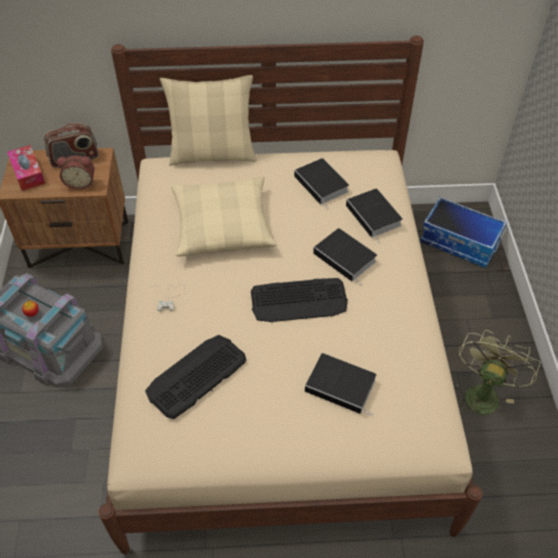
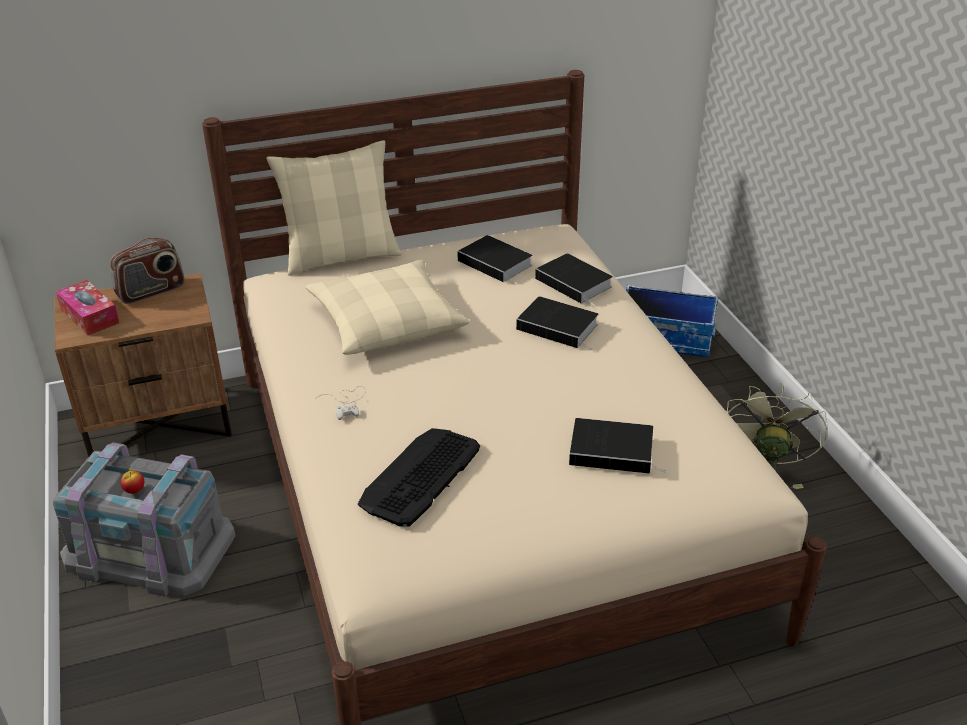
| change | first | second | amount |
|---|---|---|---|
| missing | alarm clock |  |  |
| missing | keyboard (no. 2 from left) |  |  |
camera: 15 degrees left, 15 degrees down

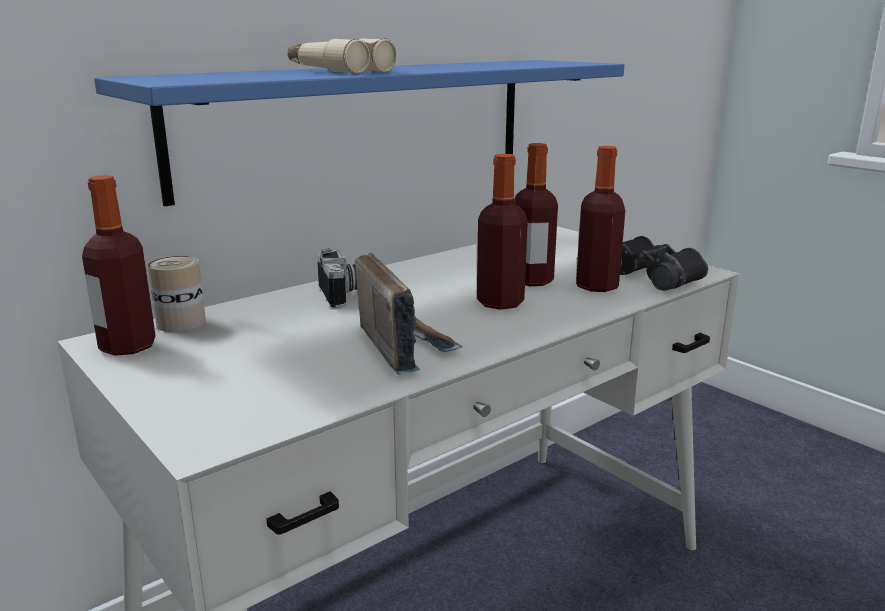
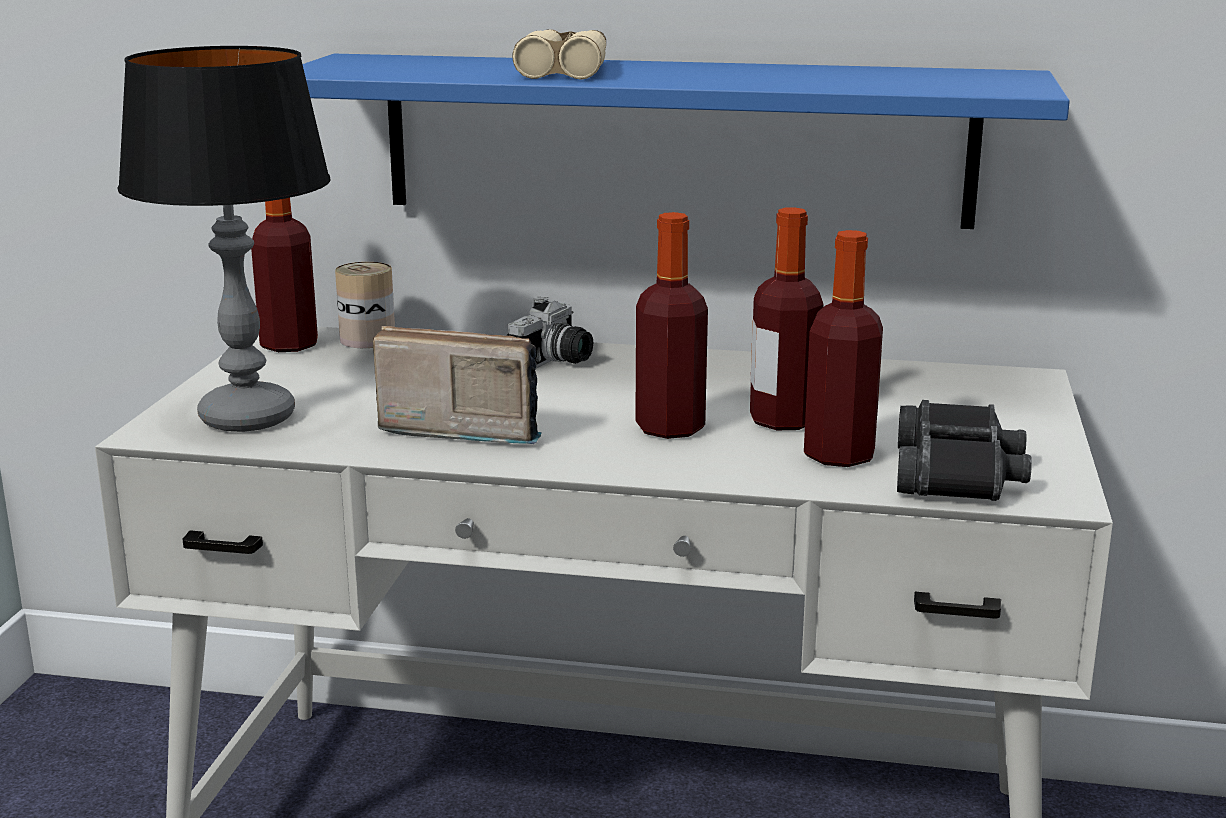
| change | first | second | amount |
|---|---|---|---|
| appeared |  | lamp for a table |  |
| spun | radio |  | 105 degrees counterclockwise |
camera: 50 degrees right, 0 degrees up

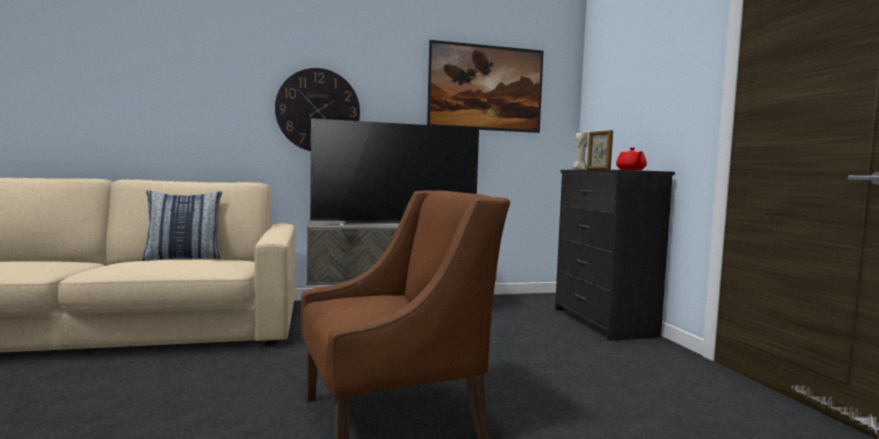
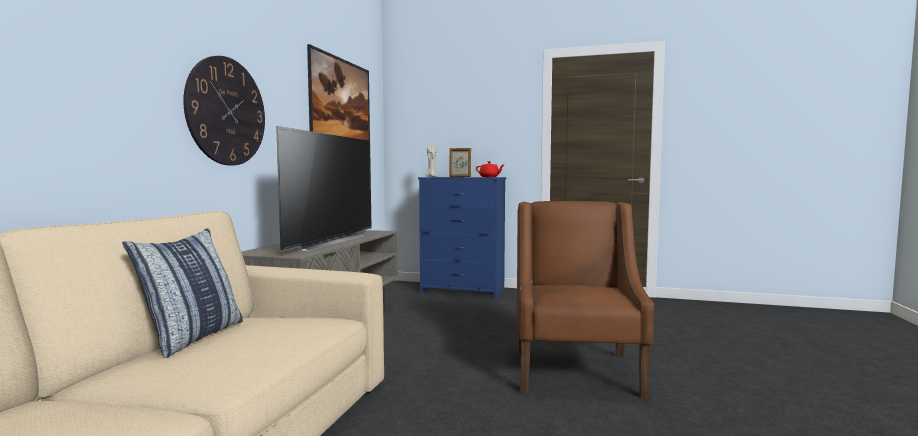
| change | first | second | amount |
|---|---|---|---|
| colour | dresser/blackish | dresser/blue |  |
camera: 60 degrees left, 0 degrees up

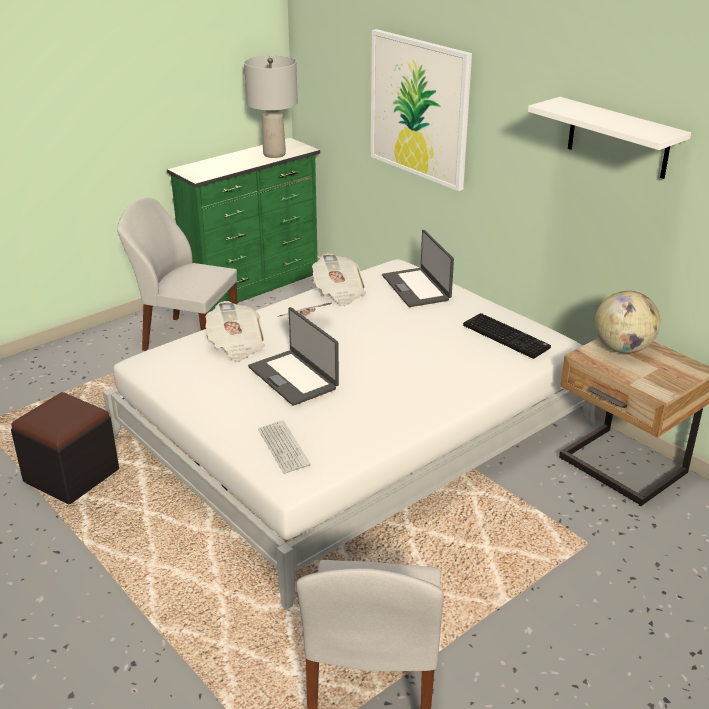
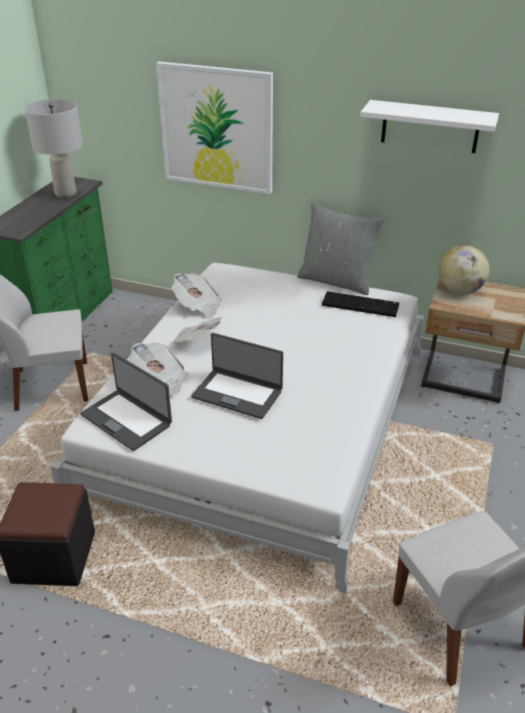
| change | first | second | amount |
|---|---|---|---|
| missing | keyboard (no. 1 from left) |  |  |
| appeared |  | pillow/gray |  |
| relocated | laptop (no. 2 from left in the first image) | laptop (no. 1 from left) |  |
camera: 30 degrees left, 5 degrees up

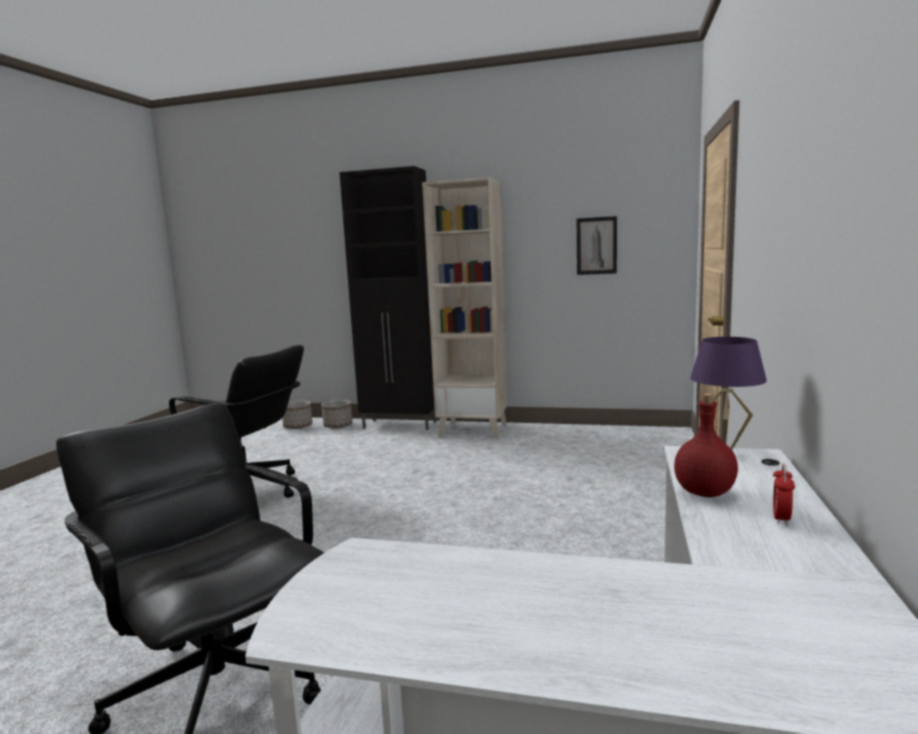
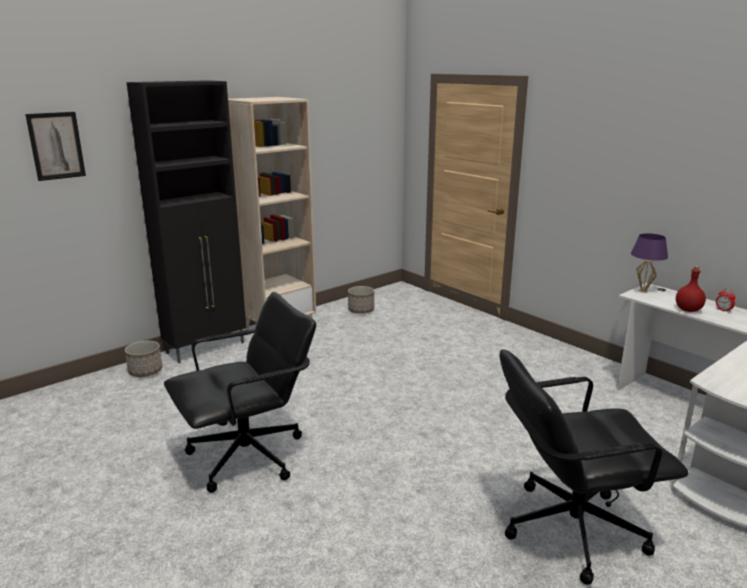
| change | first | second | amount |
|---|---|---|---|
| relocated | flower pot (no. 1 from left in the first image) | flower pot (no. 2 from left) |  |
| relocated | picture |  |  |
camera: 55 degrees left, 10 degrees up

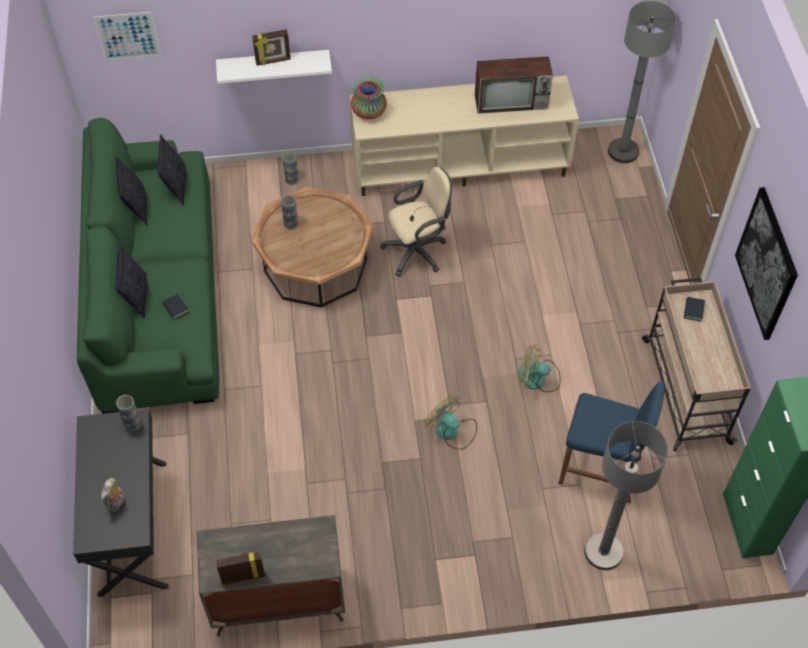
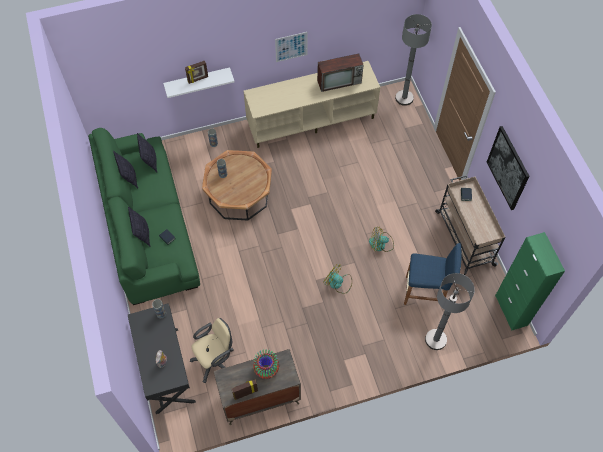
| change | first | second | amount |
|---|---|---|---|
| relocated | picture (no. 1 from left) |  |  |
| relocated | decorative vase (no. 4 from left) |  |  |
| relocated | office chair/sand-coloured |  |  |
camera: 10 degrees left, 5 degrees up

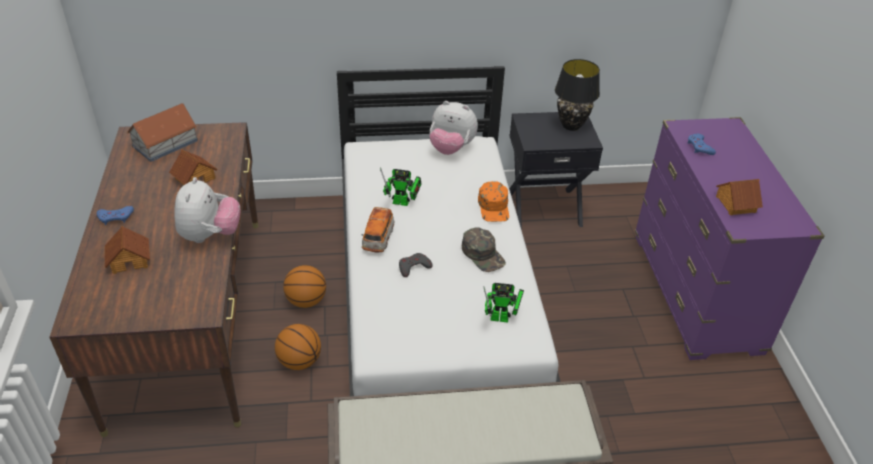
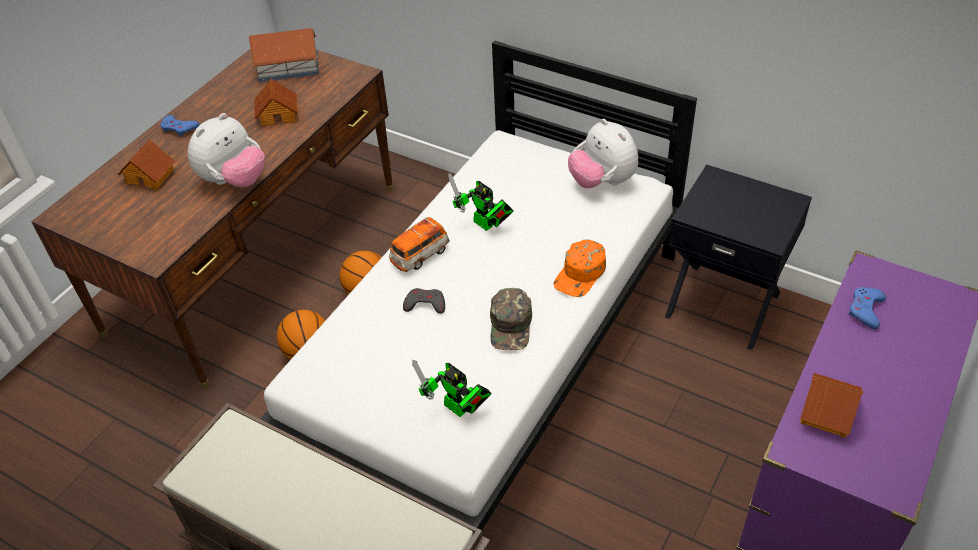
| change | first | second | amount |
|---|---|---|---|
| missing | lamp for a table/blackish |  |  |
camera: 40 degrees right, 5 degrees up

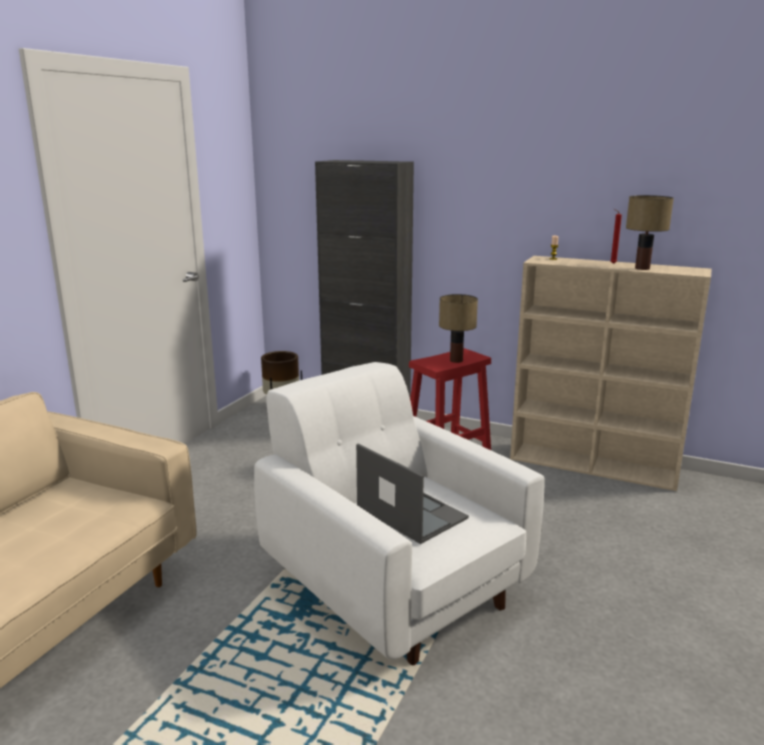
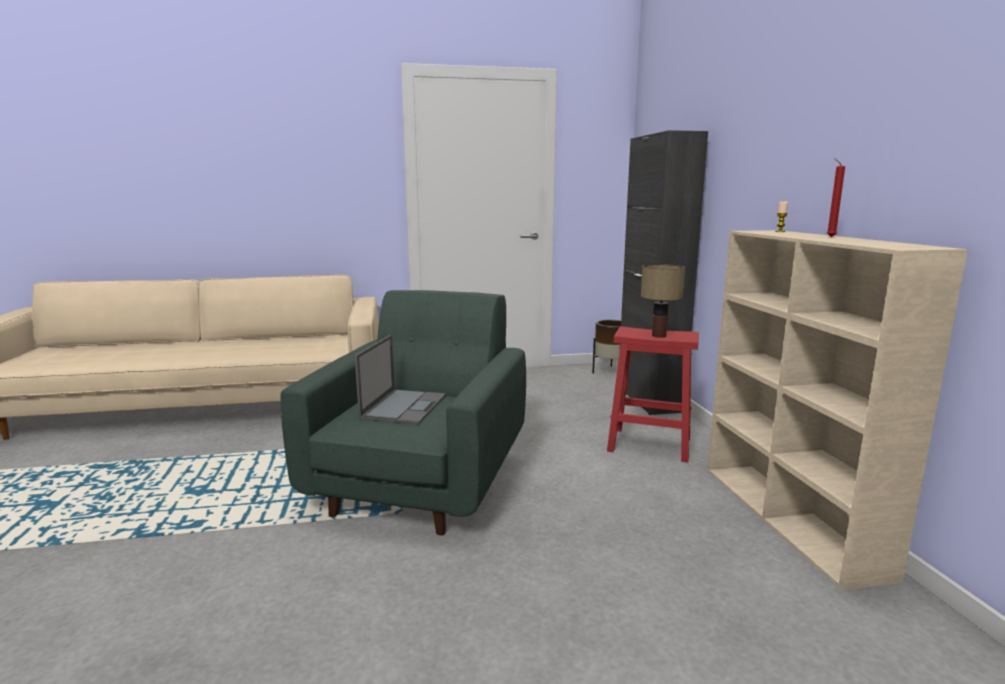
| change | first | second | amount |
|---|---|---|---|
| missing | lamp for a table (no. 2 from left) |  |  |
| colour | easy chair/white | easy chair/green |  |
camera: 55 degrees right, 5 degrees down

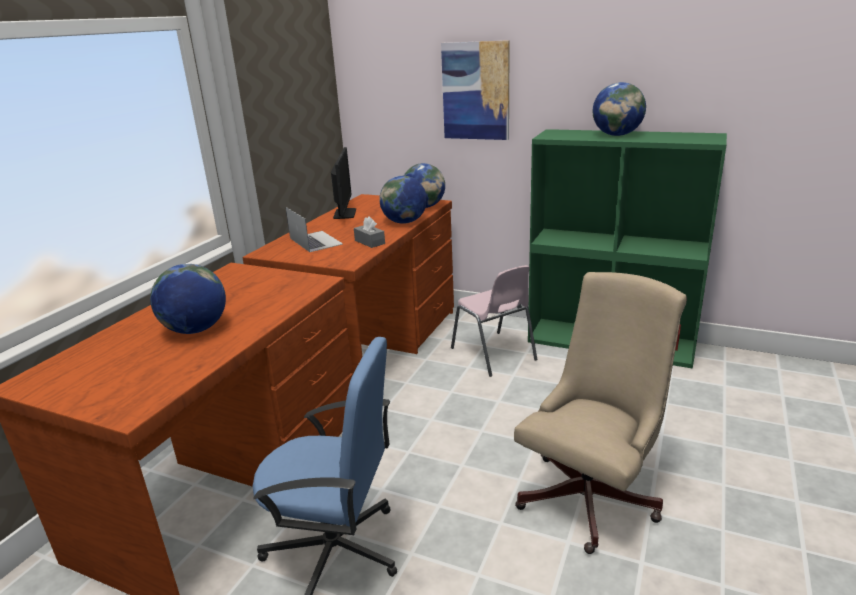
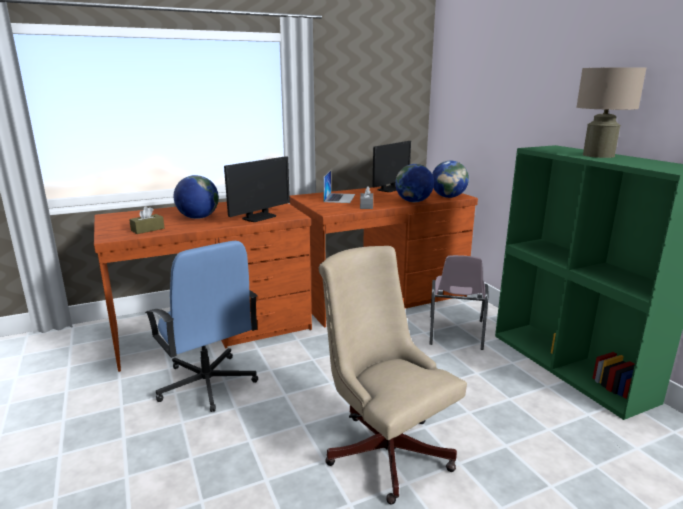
| change | first | second | amount |
|---|---|---|---|
| missing | picture |  |  |
| appeared |  | tissue box/brown |  |
| appeared |  | computer display (no. 1 from left) |  |
| exchanged | globe (no. 4 from left) | lamp for a table/sand-coloured |  |
| spun | office chair/sand-coloured |  | 120 degrees counterclockwise |
camera: 40 degrees right, 5 degrees down

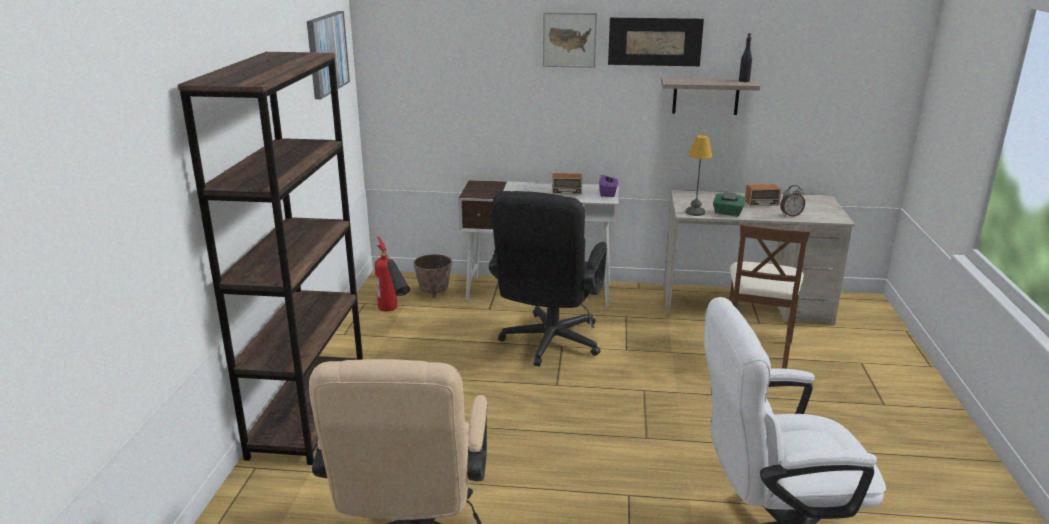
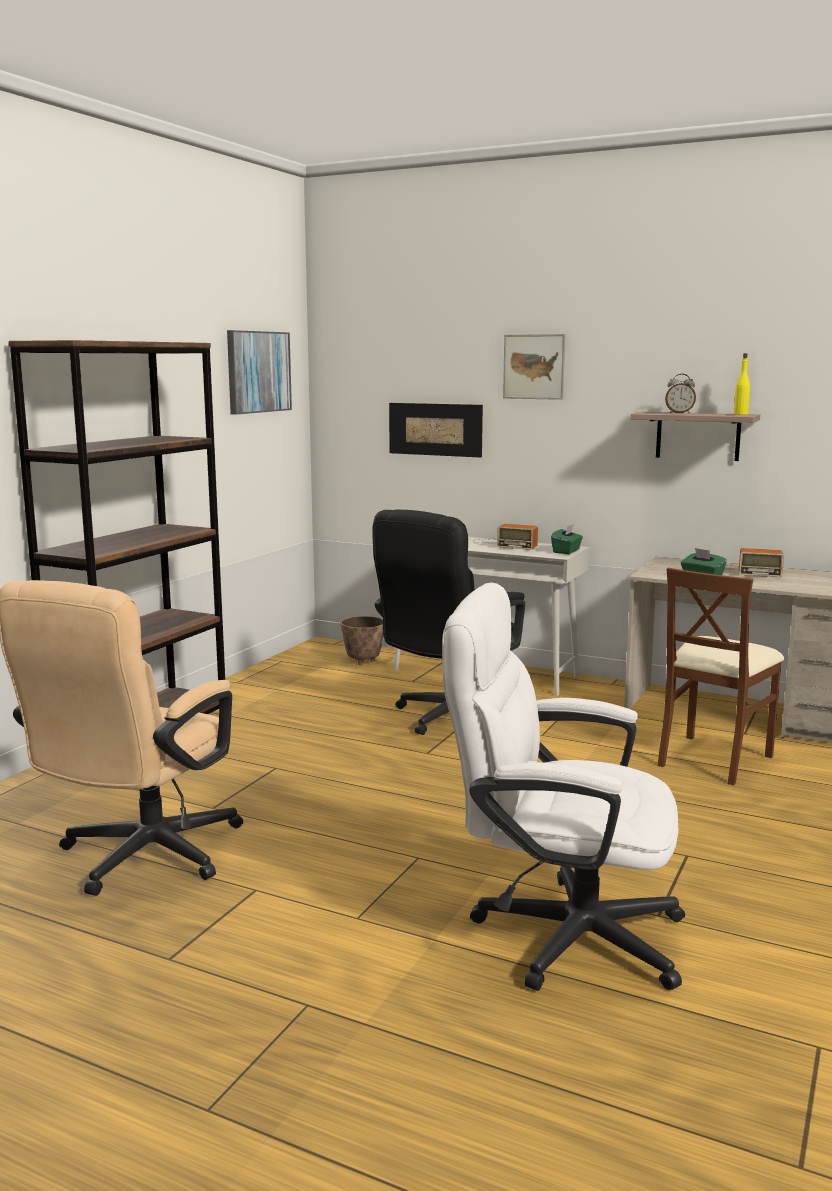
| change | first | second | amount |
|---|---|---|---|
| missing | fire-fighting cylinder |  |  |
| missing | lamp for a table |  |  |
| relocated | picture (no. 3 from left in the first image) | picture (no. 2 from left) |  |
| relocated | alarm clock |  |  |
| colour | tissue box/purple | tissue box/green (no. 1 from left) |  |
| colour | beverage bottle/blackish | beverage bottle/yellow-coloured |  |
camera: 20 degrees right, 10 degrees down

